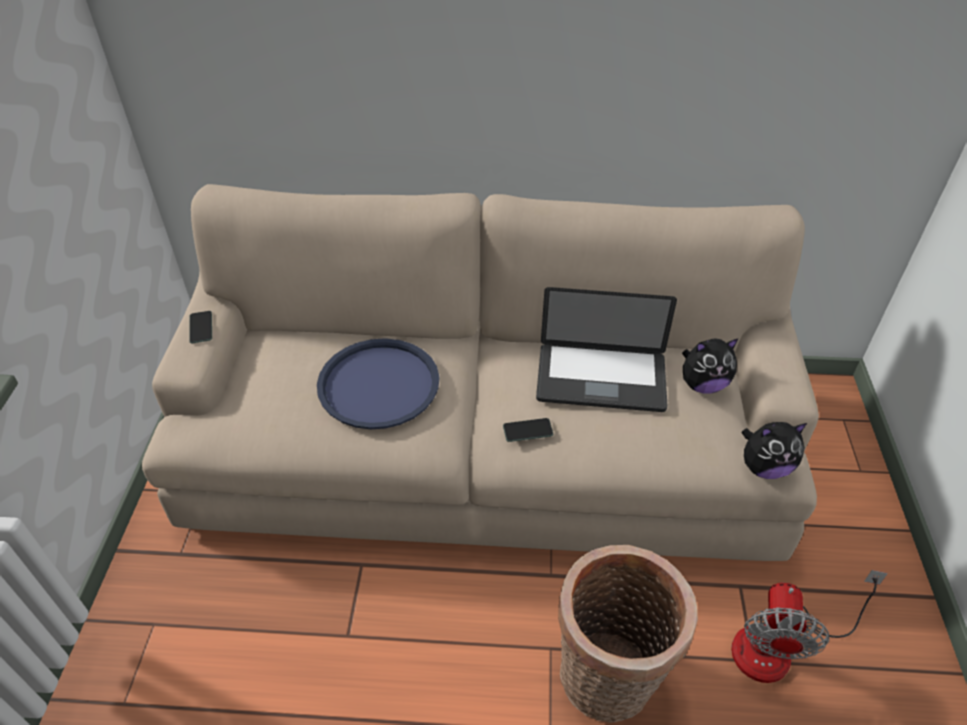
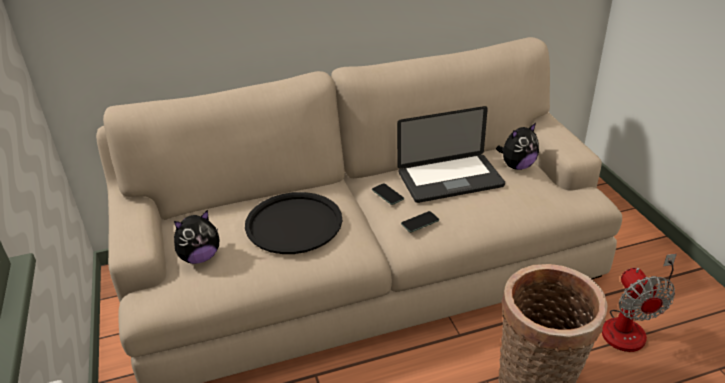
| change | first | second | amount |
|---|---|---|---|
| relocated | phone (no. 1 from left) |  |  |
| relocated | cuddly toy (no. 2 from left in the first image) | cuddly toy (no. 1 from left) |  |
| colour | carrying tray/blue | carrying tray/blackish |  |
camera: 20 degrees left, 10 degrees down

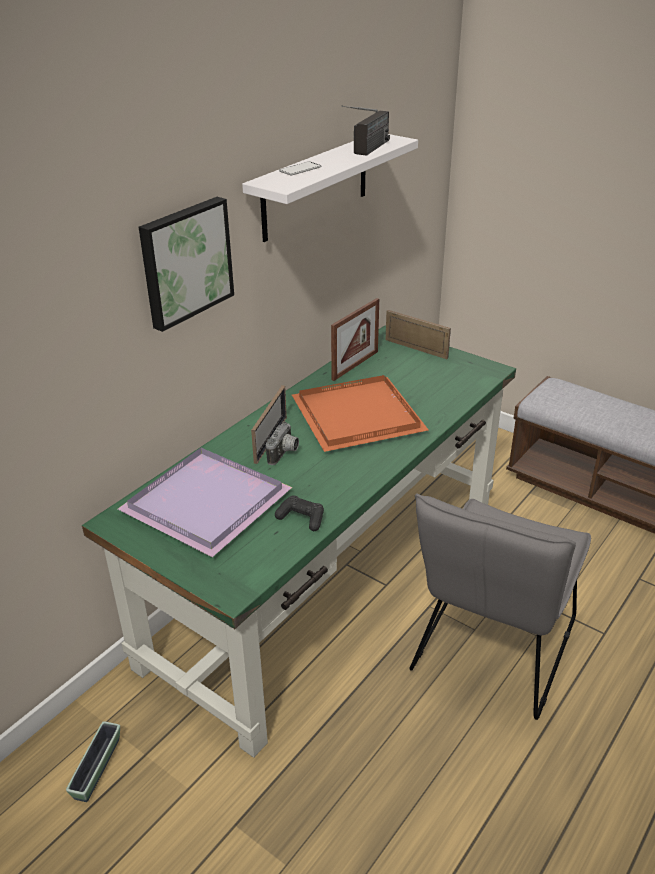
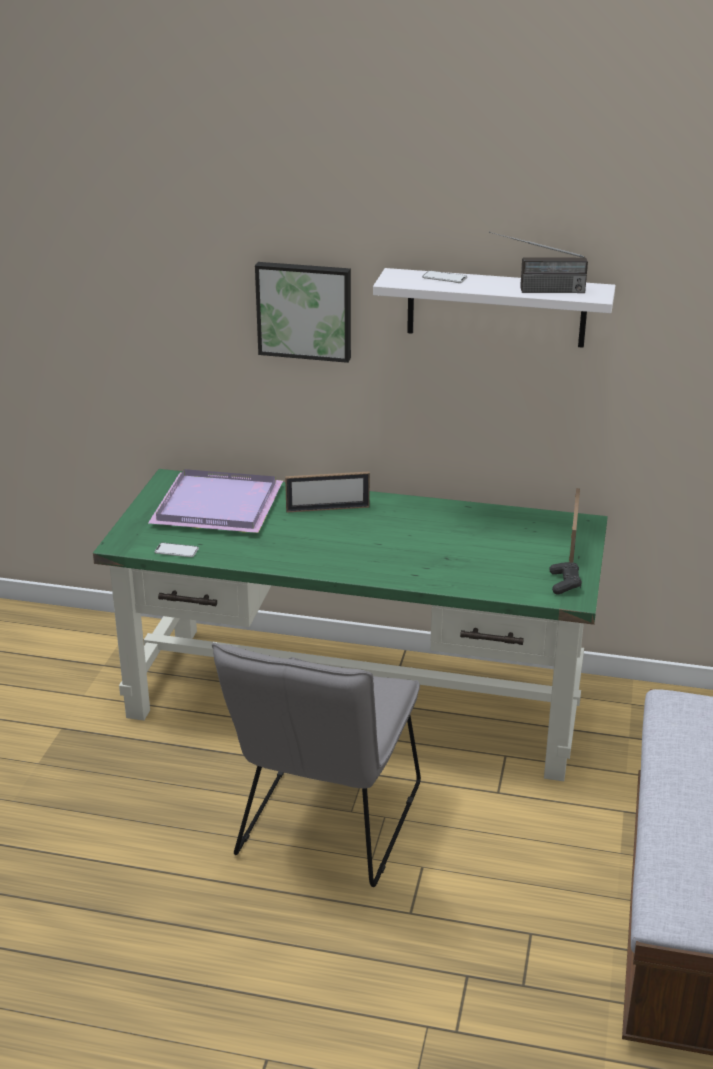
| change | first | second | amount |
|---|---|---|---|
| missing | flower pot |  |  |
| missing | still camera |  |  |
| missing | carrying tray/orange |  |  |
| missing | standing frame (no. 2 from left) |  |  |
| appeared |  | phone (no. 1 from left) |  |
| relocated | game controller/blackish |  |  |
| spun | chair/gray |  | 75 degrees counterclockwise |
camera: 65 degrees right, 5 degrees down

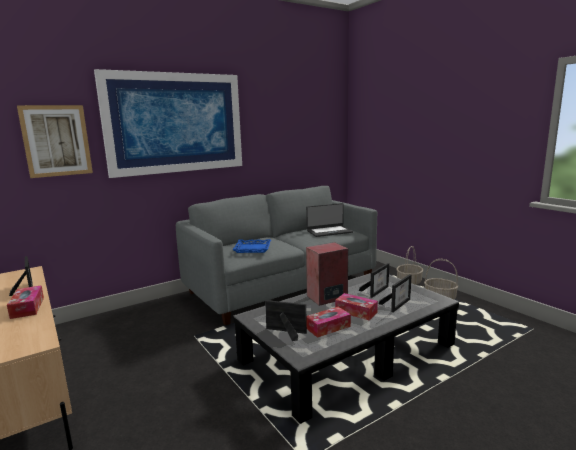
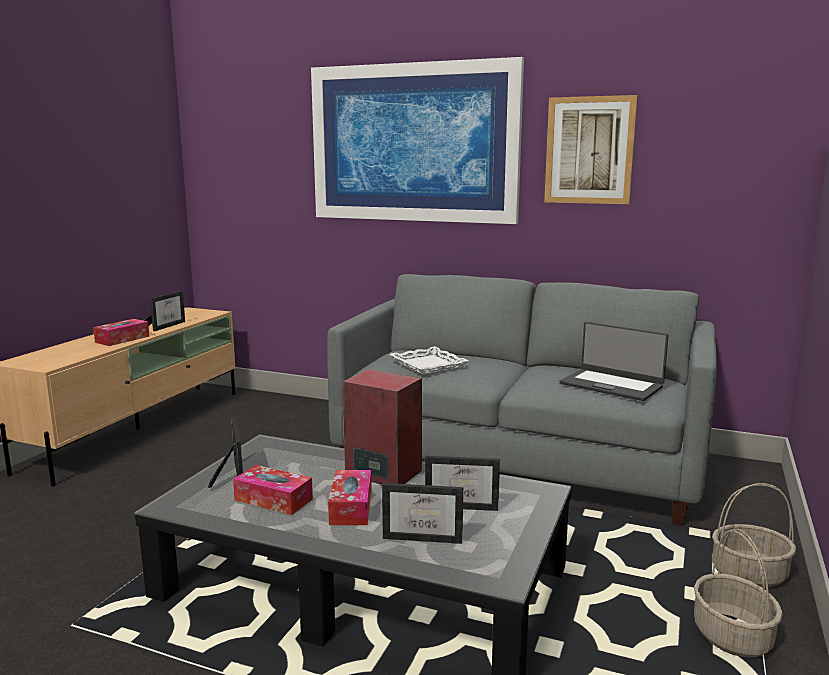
| change | first | second | amount |
|---|---|---|---|
| relocated | picture (no. 1 from left in the first image) | picture (no. 2 from left) |  |
| colour | carrying tray/blue | carrying tray/white |  |
camera: 55 degrees right, 0 degrees up

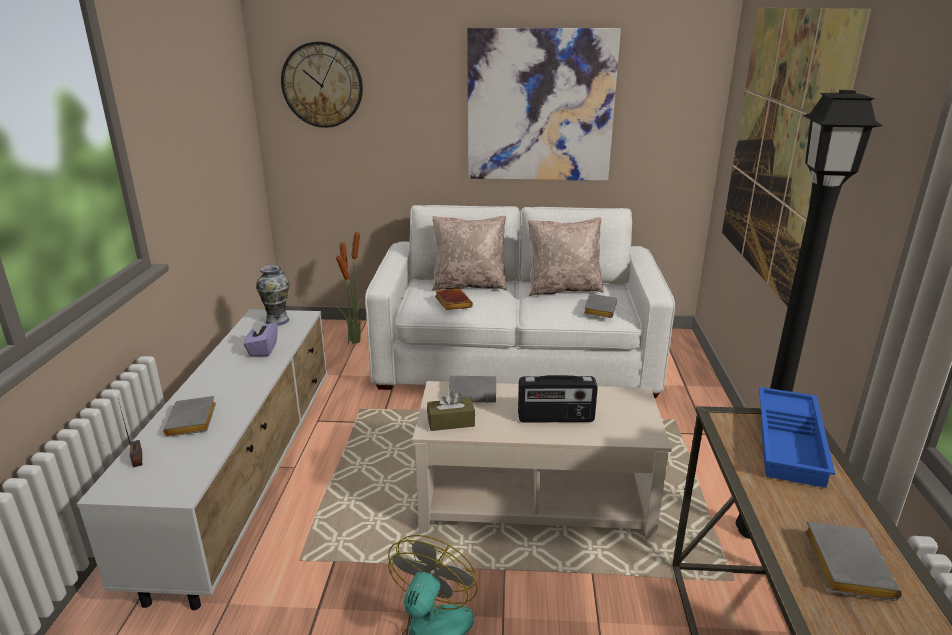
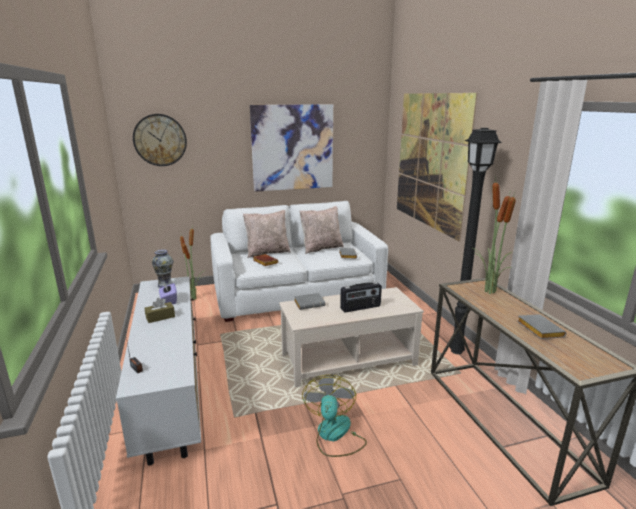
| change | first | second | amount |
|---|---|---|---|
| missing | bound book/gray (no. 1 from left) |  |  |
| relocated | tissue box/brown |  |  |
| exchanged | carrying tray/blue | houseplant (no. 2 from left) |  |
camera: 20 degrees left, 5 degrees down

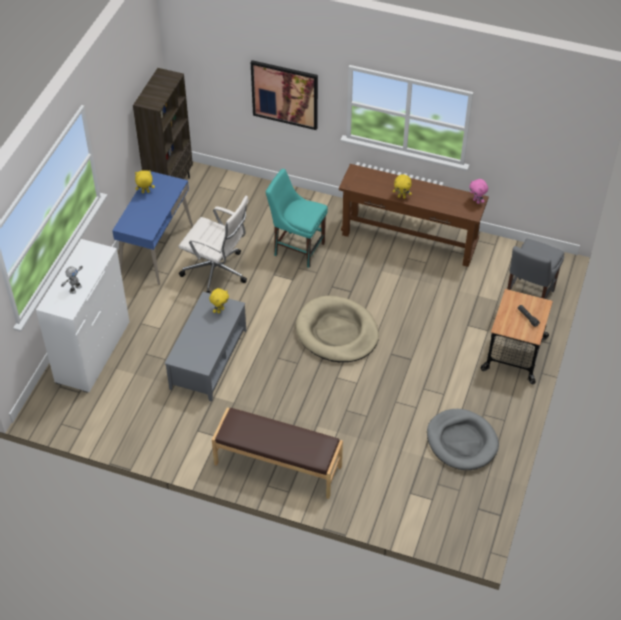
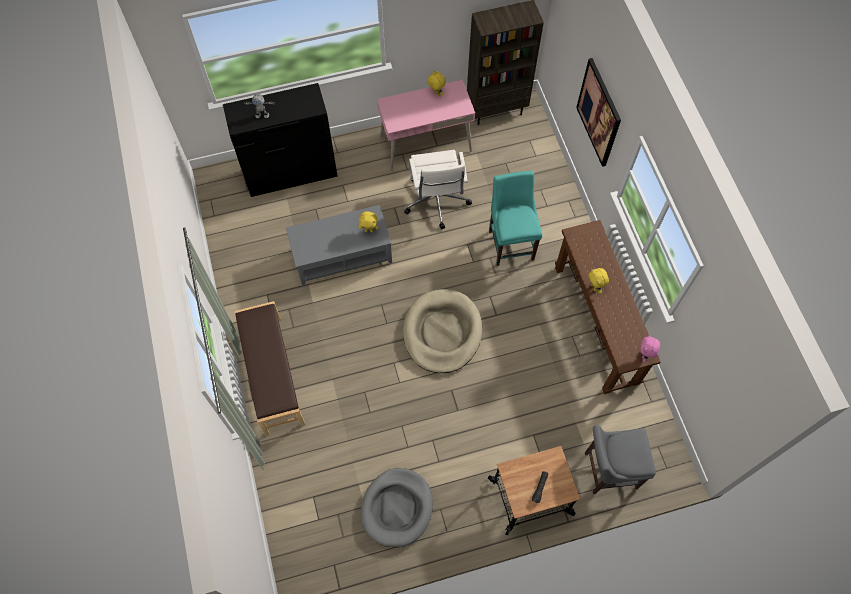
| change | first | second | amount |
|---|---|---|---|
| colour | dresser/white | dresser/blackish |  |
| colour | desk/blue | desk/pinkish |  |
camera: 55 degrees right, 15 degrees up

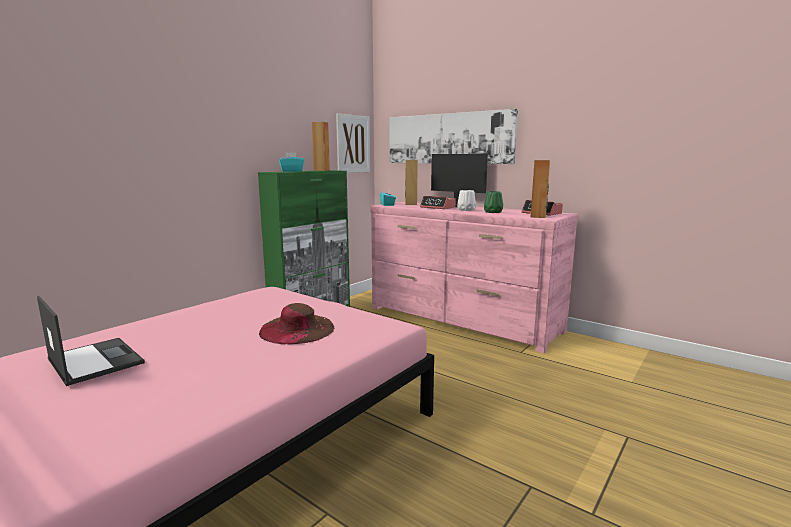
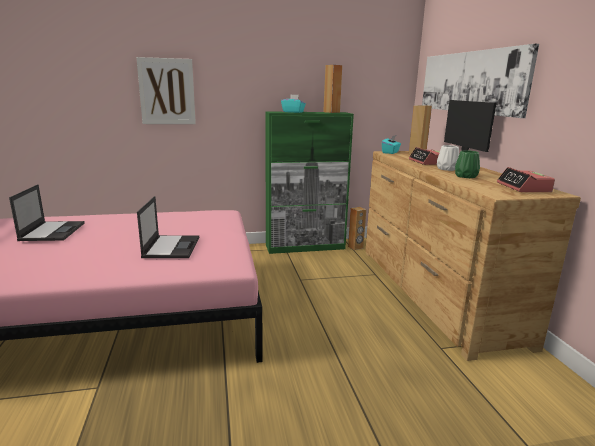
| change | first | second | amount |
|---|---|---|---|
| relocated | picture (no. 1 from left) |  |  |
| relocated | speaker/brown (no. 3 from left in the first image) | speaker/brown (no. 2 from left) |  |
| exchanged | hat/brown | laptop (no. 2 from left) |  |
| colour | dresser/pinkish | dresser/brown |  |
camera: 40 degrees right, 5 degrees up

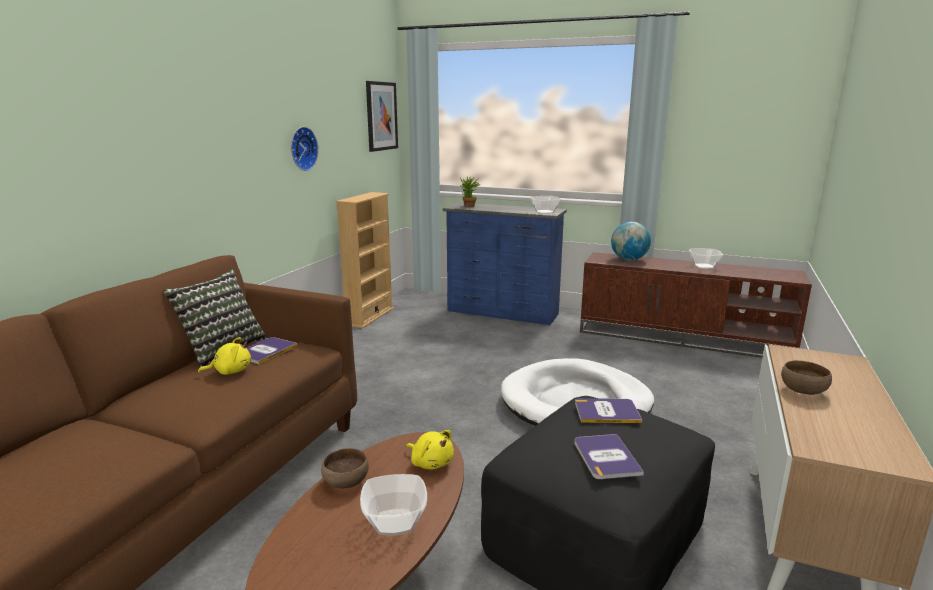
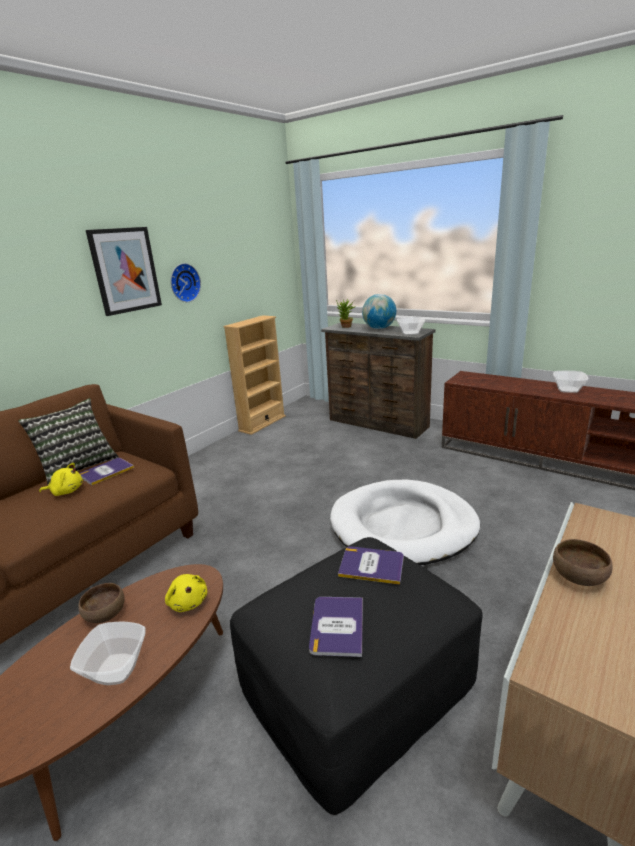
| change | first | second | amount |
|---|---|---|---|
| relocated | picture |  |  |
| relocated | globe |  |  |
| colour | dresser/blue | dresser/brown |  |
camera: 15 degrees right, 5 degrees up

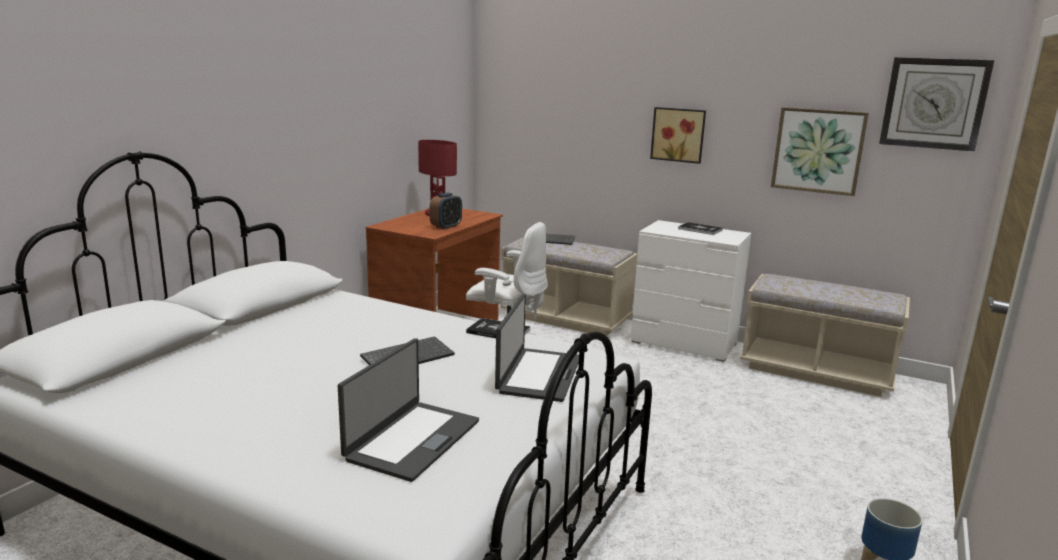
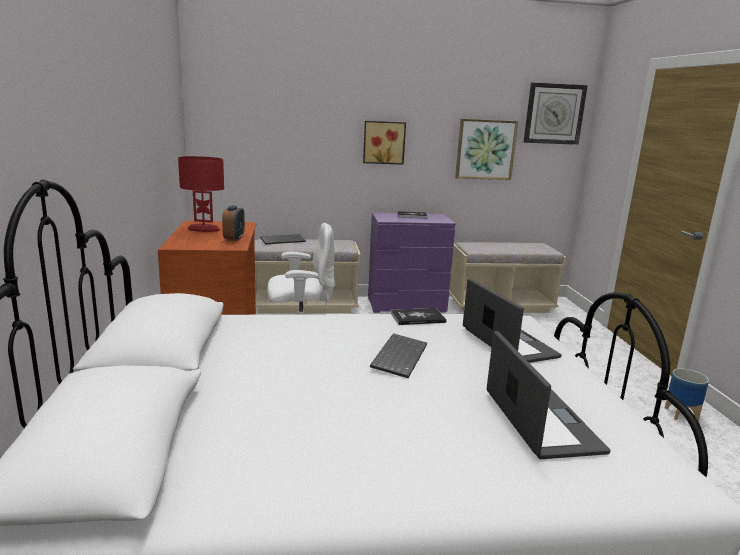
| change | first | second | amount |
|---|---|---|---|
| colour | dresser/white | dresser/purple |  |
camera: 35 degrees left, 0 degrees up

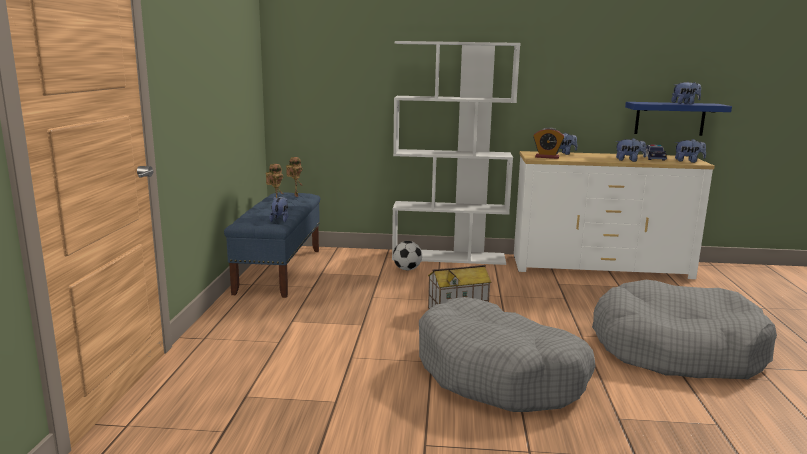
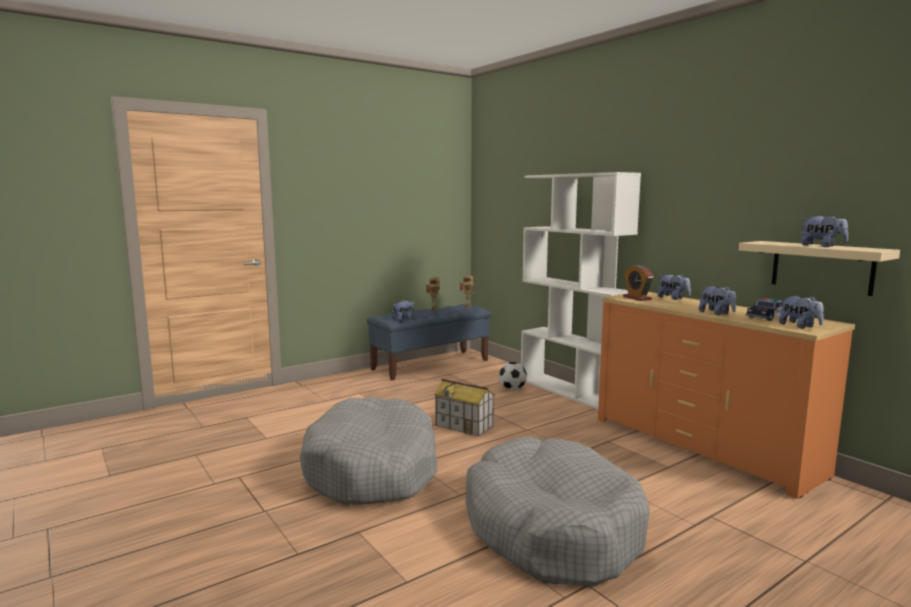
| change | first | second | amount |
|---|---|---|---|
| colour | dresser/white | dresser/orange |  |
| colour | shelf/blue | shelf/sand-coloured |  |
camera: 50 degrees right, 5 degrees down

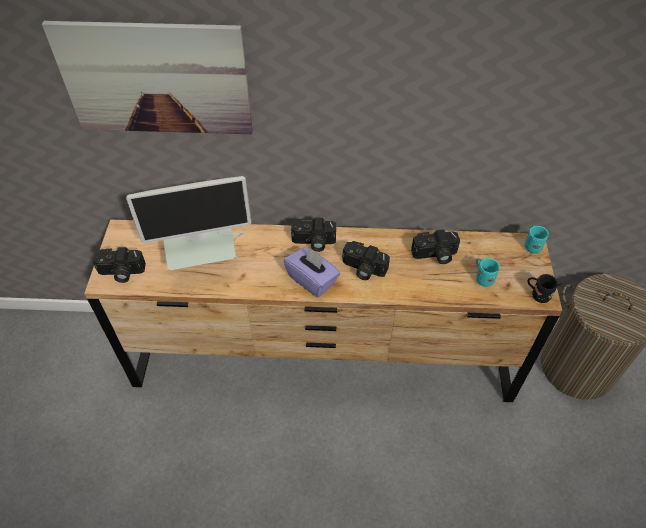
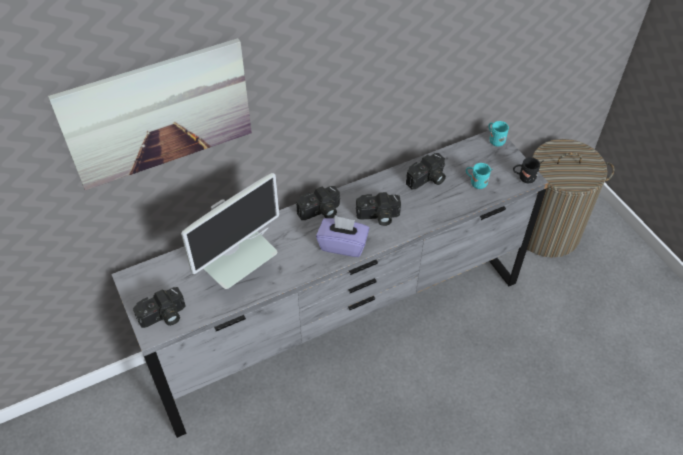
| change | first | second | amount |
|---|---|---|---|
| colour | dresser/brown | dresser/gray |  |
camera: 30 degrees left, 0 degrees up

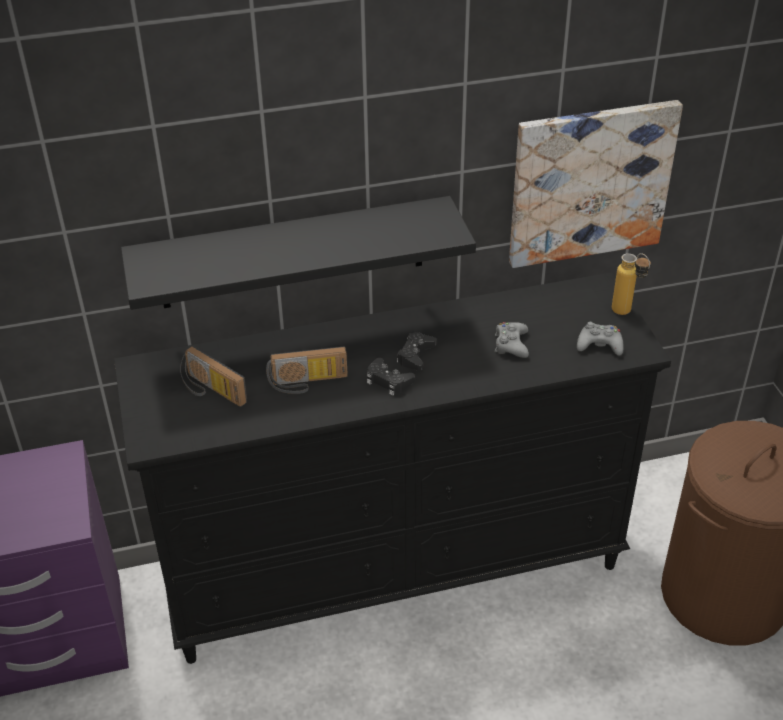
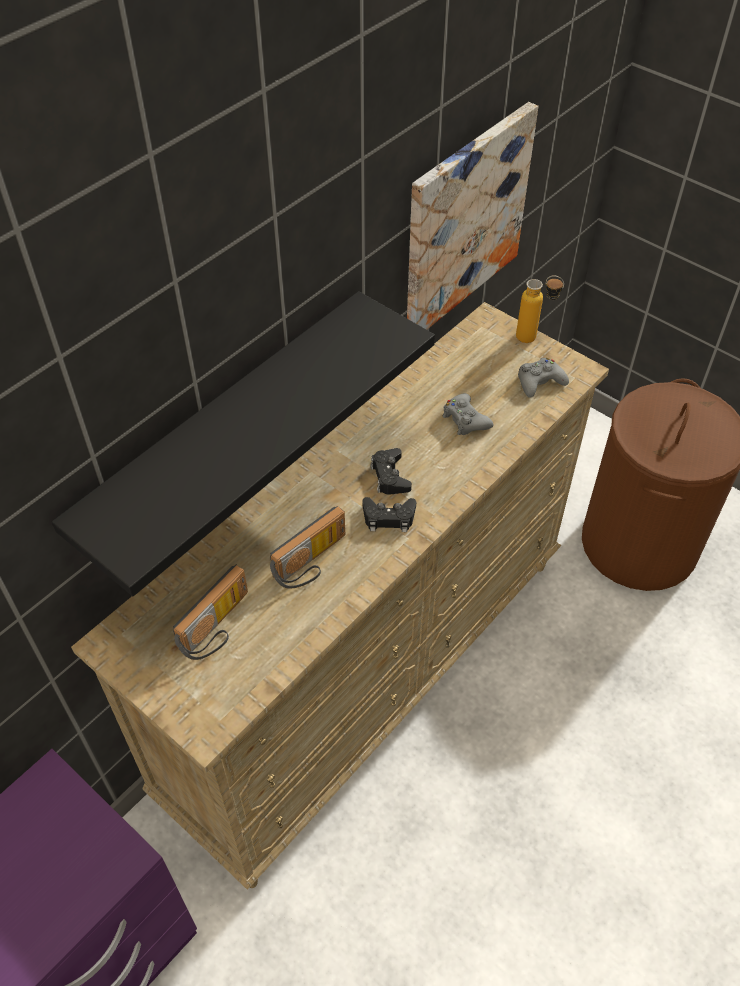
| change | first | second | amount |
|---|---|---|---|
| colour | dresser/blackish | dresser/sand-coloured |  |
| spun | radio (no. 1 from left) |  | 60 degrees counterclockwise |
camera: 35 degrees left, 10 degrees up

